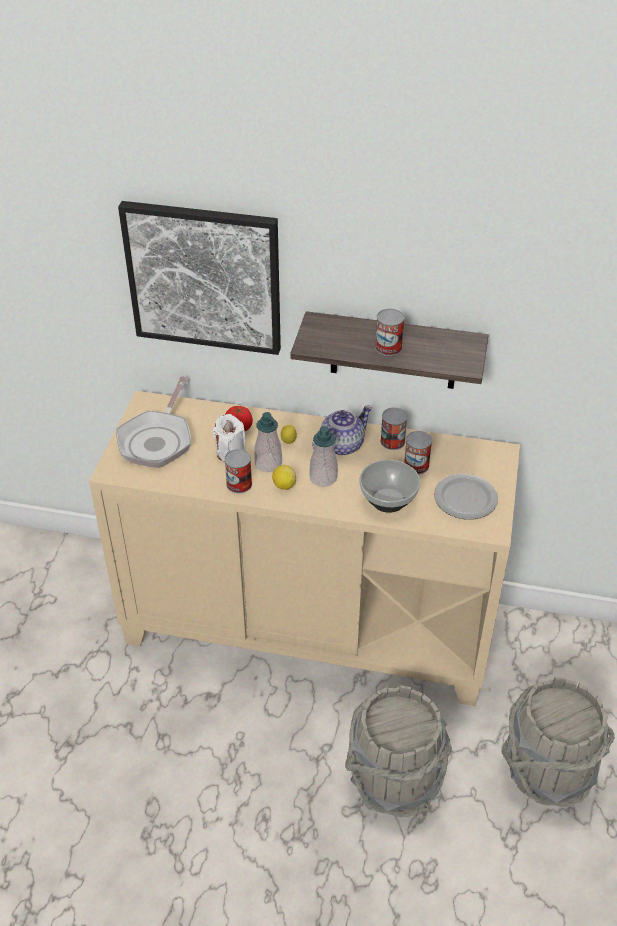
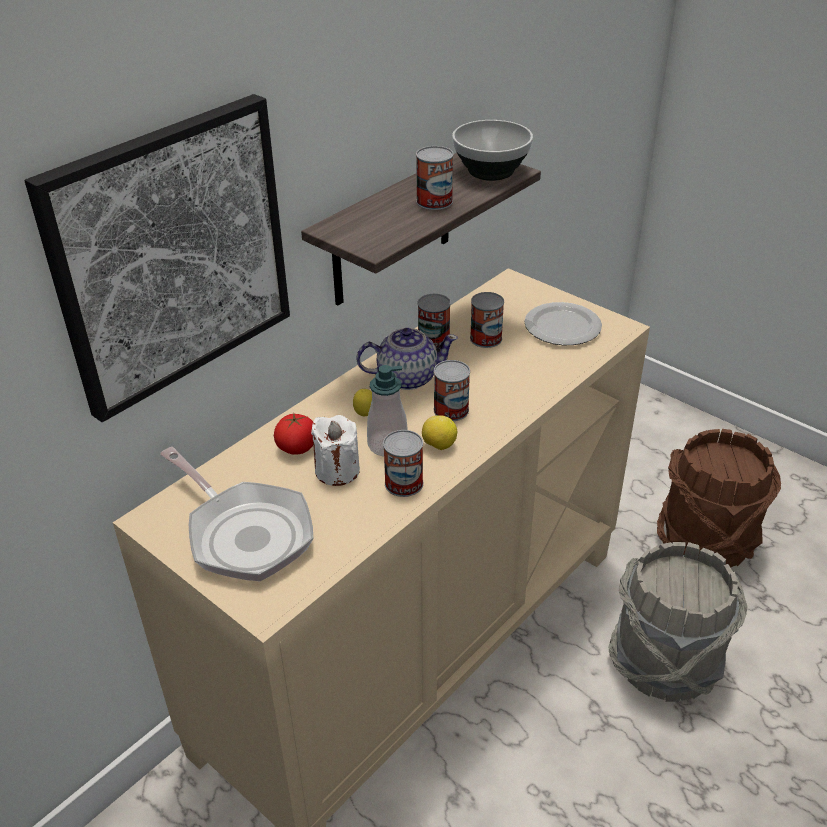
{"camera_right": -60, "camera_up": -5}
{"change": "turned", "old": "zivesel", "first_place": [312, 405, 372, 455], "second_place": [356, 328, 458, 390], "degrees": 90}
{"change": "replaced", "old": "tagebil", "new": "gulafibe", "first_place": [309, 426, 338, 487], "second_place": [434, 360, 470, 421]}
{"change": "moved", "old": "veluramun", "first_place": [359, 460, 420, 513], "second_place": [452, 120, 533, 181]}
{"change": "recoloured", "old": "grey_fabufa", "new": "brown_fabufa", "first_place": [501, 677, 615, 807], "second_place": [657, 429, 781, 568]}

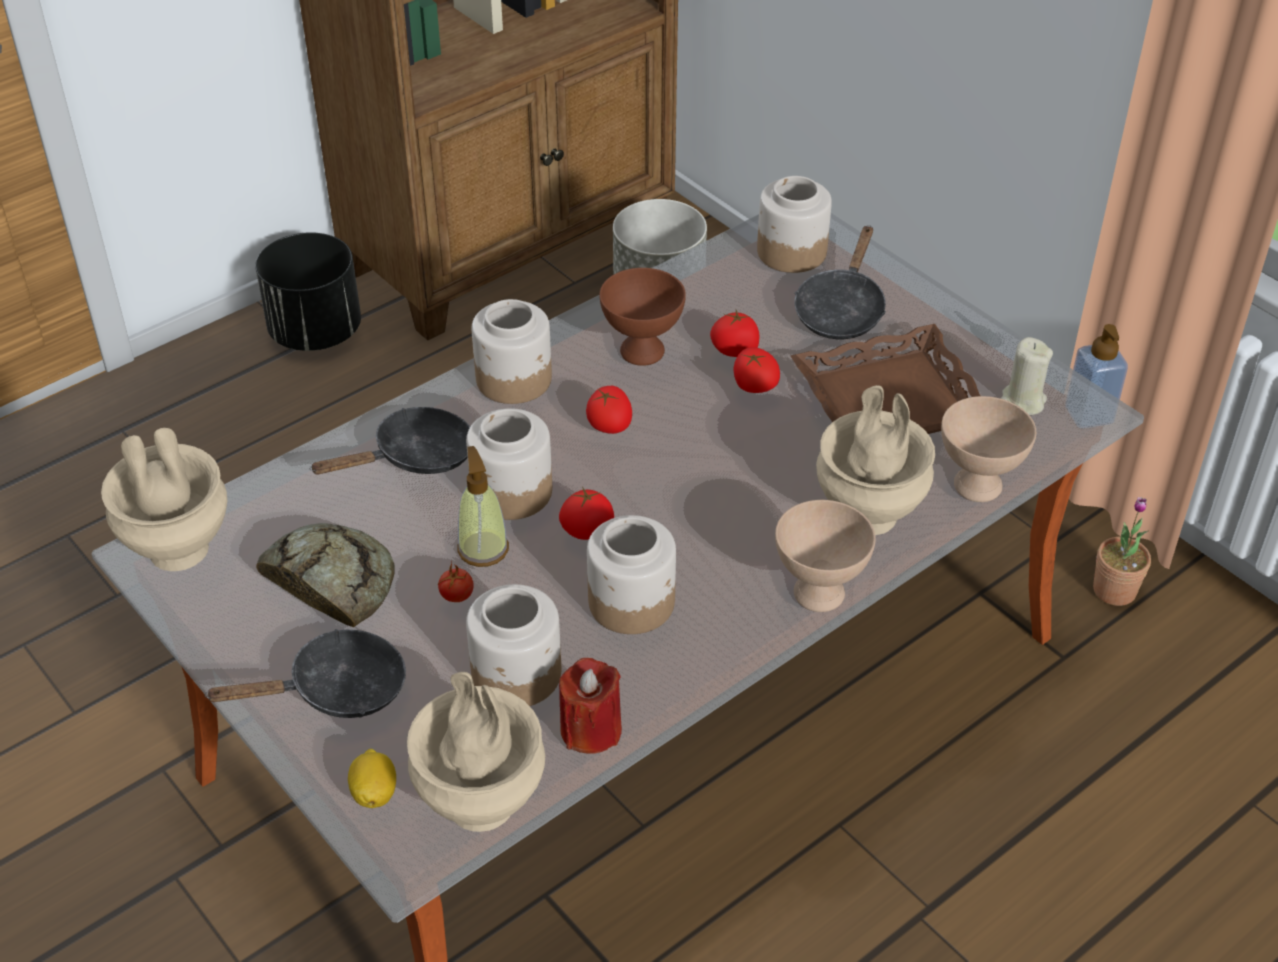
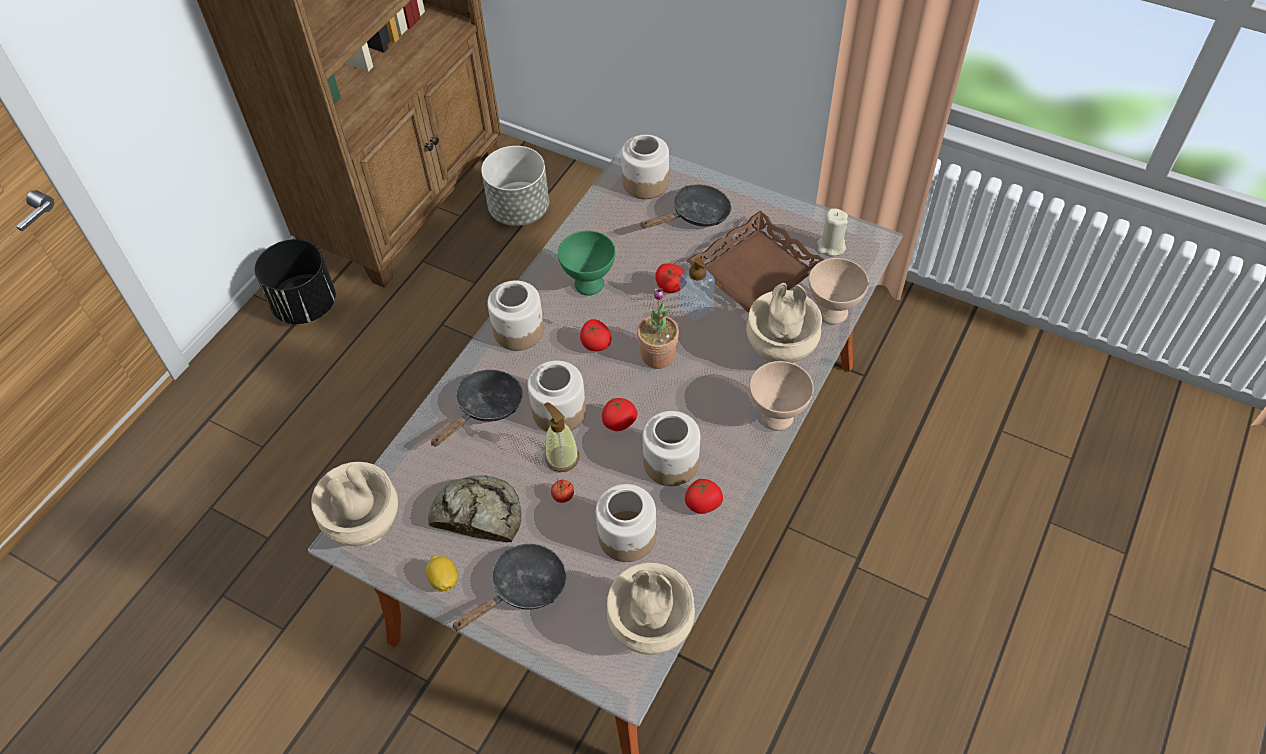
{"camera_right": -20, "camera_up": 10}
{"change": "turned", "old": "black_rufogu", "first_place": [794, 225, 886, 339], "second_place": [641, 184, 732, 229], "degrees": -120}
{"change": "recoloured", "old": "brown_veluramun", "new": "green_veluramun", "first_place": [599, 268, 686, 366], "second_place": [558, 230, 615, 295]}
{"change": "moved", "old": "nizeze", "first_place": [710, 310, 759, 357], "second_place": [685, 479, 723, 514]}
{"change": "moved", "old": "tagebil", "first_place": [1065, 324, 1128, 428], "second_place": [680, 257, 715, 321]}
{"change": "moved", "old": "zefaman", "first_place": [1093, 497, 1151, 606], "second_place": [637, 288, 679, 369]}
{"change": "removed", "old": "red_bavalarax", "first_place": [559, 658, 622, 754]}
{"change": "moved", "old": "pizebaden", "first_place": [348, 749, 396, 808], "second_place": [426, 555, 458, 591]}

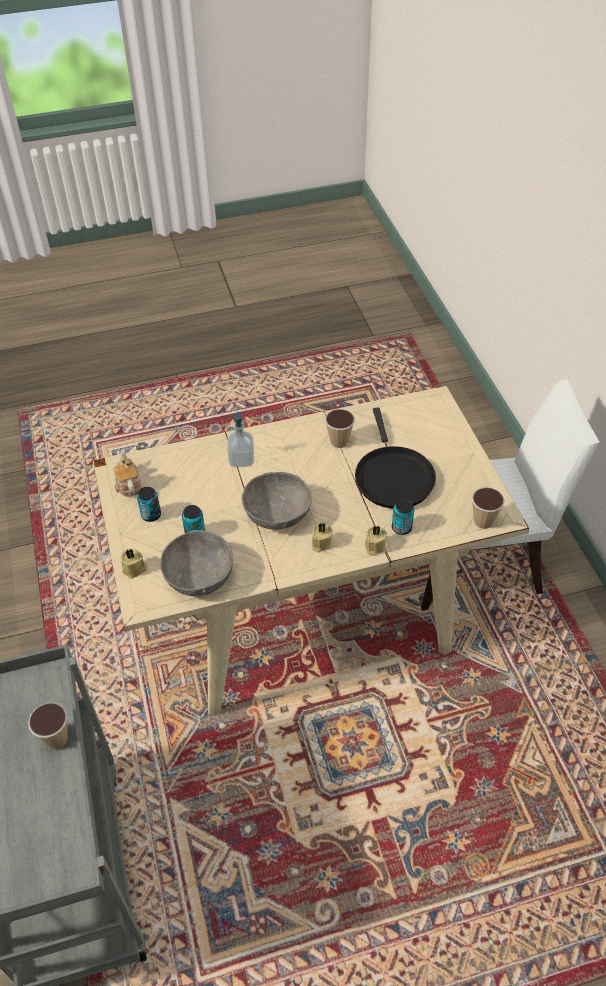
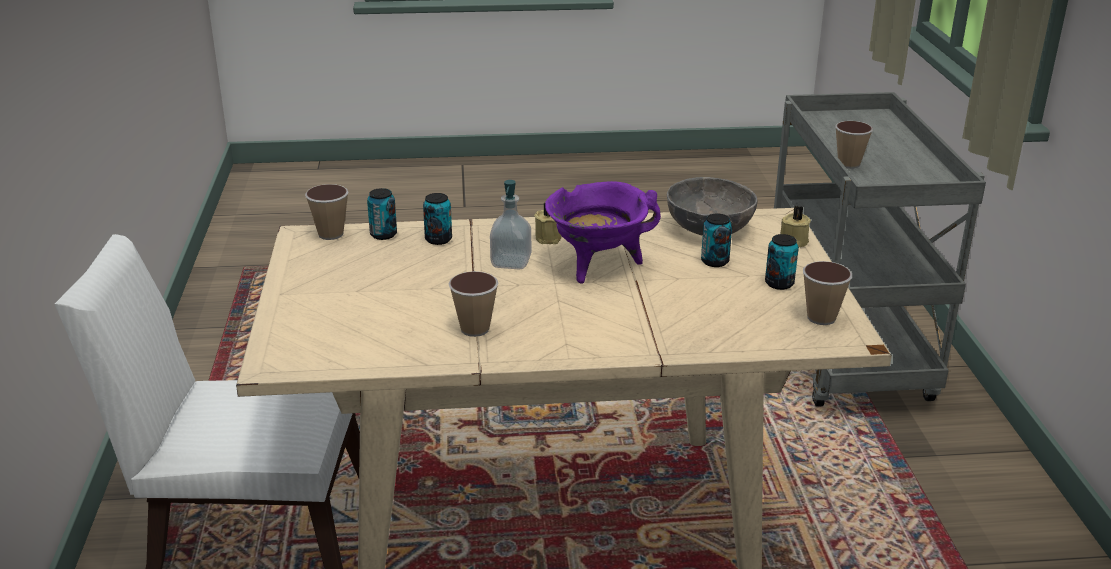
{"camera_right": -170, "camera_up": -20}
{"change": "removed", "old": "black_rufogu", "first_place": [355, 408, 436, 509]}
{"change": "moved", "old": "tagebil", "first_place": [227, 412, 254, 467], "second_place": [490, 180, 531, 270]}
{"change": "replaced", "old": "zivesel", "new": "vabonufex", "first_place": [113, 449, 142, 497], "second_place": [803, 261, 852, 325]}
{"change": "replaced", "old": "grey_veluramun", "new": "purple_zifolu", "first_place": [242, 472, 312, 530], "second_place": [545, 181, 661, 284]}
{"change": "removed", "old": "beige_bavalarax", "first_place": [365, 525, 387, 556]}
{"change": "added", "new": "gulafibe", "second_place": [367, 188, 397, 240]}

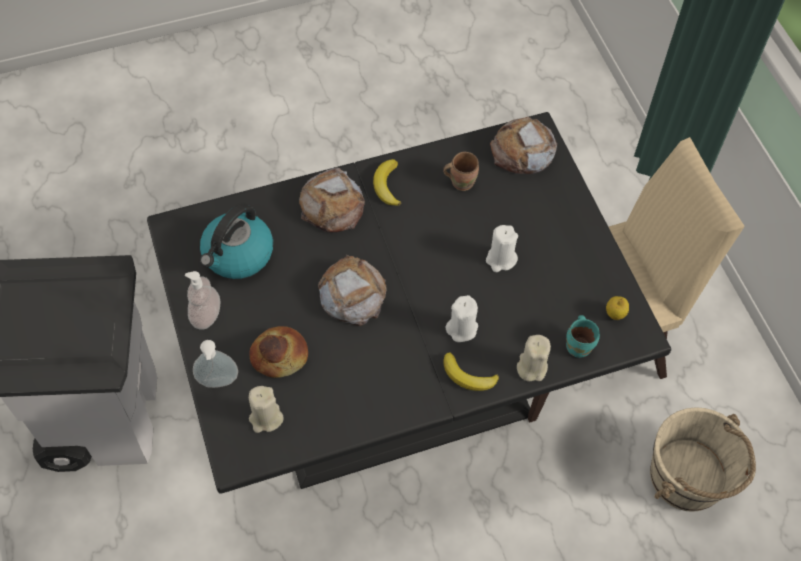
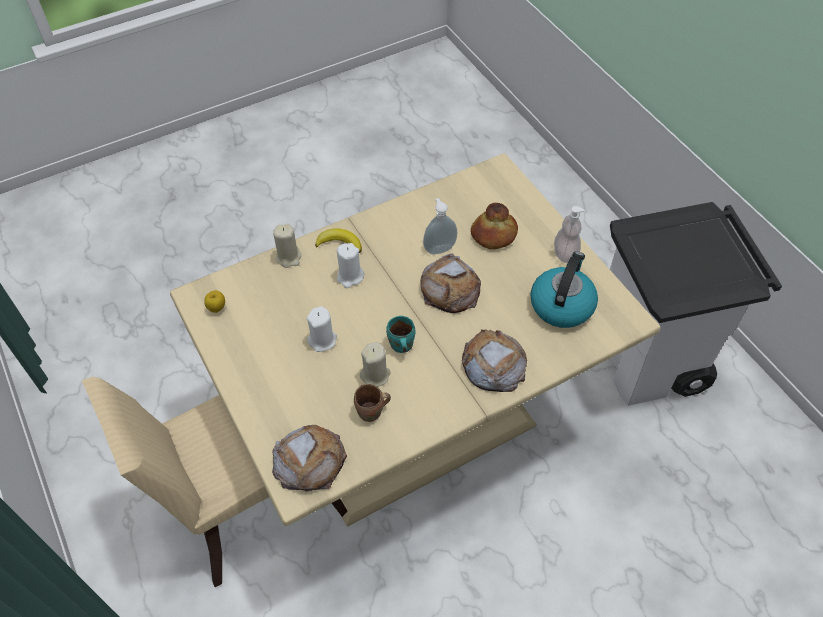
{"camera_right": 170, "camera_up": -5}
{"change": "recoloured", "old": "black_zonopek", "new": "beige_zonopek", "first_place": [147, 112, 671, 493], "second_place": [170, 153, 661, 527]}
{"change": "removed", "old": "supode", "first_place": [373, 159, 401, 206]}
{"change": "moved", "old": "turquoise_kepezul", "first_place": [566, 315, 600, 358], "second_place": [386, 316, 416, 353]}
{"change": "moved", "old": "tagebil", "first_place": [193, 340, 238, 388], "second_place": [423, 198, 457, 254]}
{"change": "moved", "old": "beige_bavalarax", "first_place": [249, 386, 284, 433], "second_place": [360, 342, 390, 387]}
{"change": "removed", "old": "beige_fabufa", "first_place": [650, 407, 756, 512]}

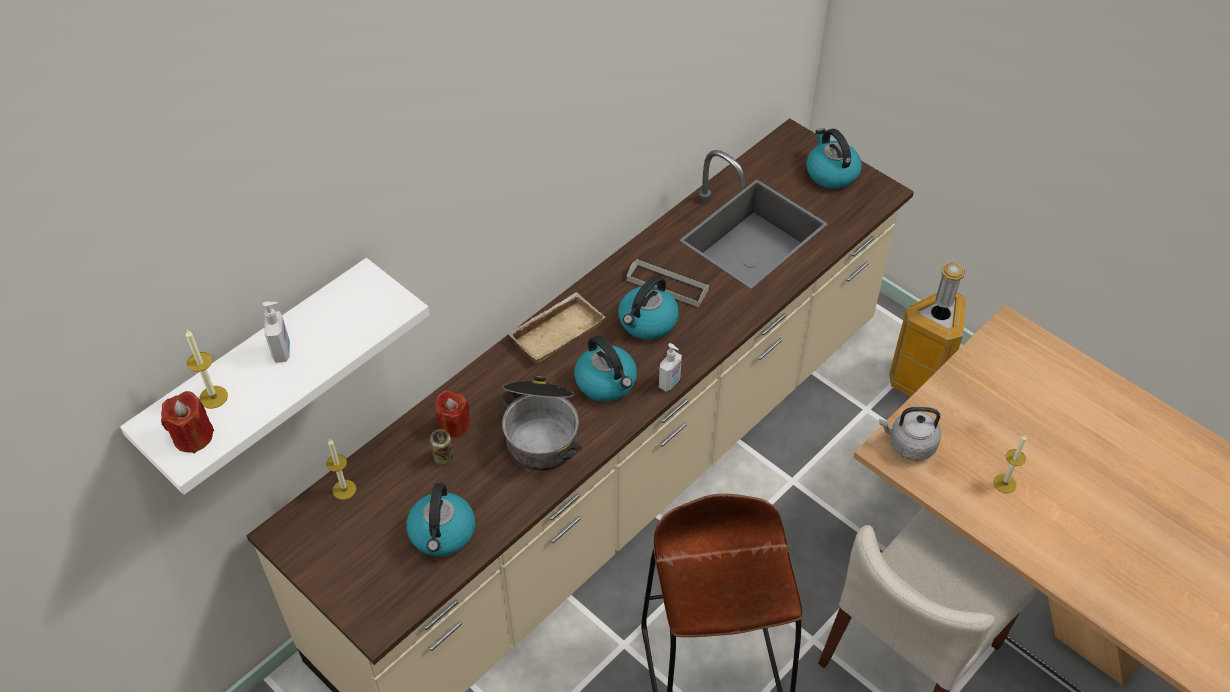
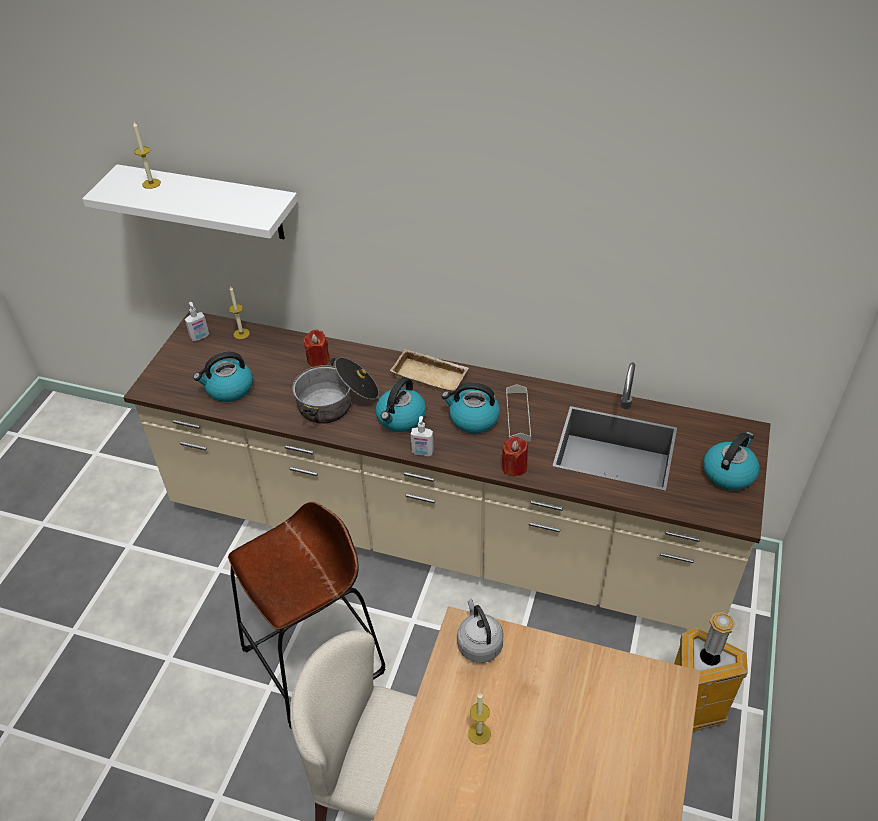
{"camera_right": 65, "camera_up": -5}
{"change": "moved", "old": "tagebil", "first_place": [263, 302, 290, 363], "second_place": [185, 302, 209, 341]}
{"change": "moved", "old": "red_bavalarax", "first_place": [161, 391, 214, 453], "second_place": [502, 436, 529, 476]}
{"change": "removed", "old": "gulafibe", "first_place": [430, 429, 453, 465]}

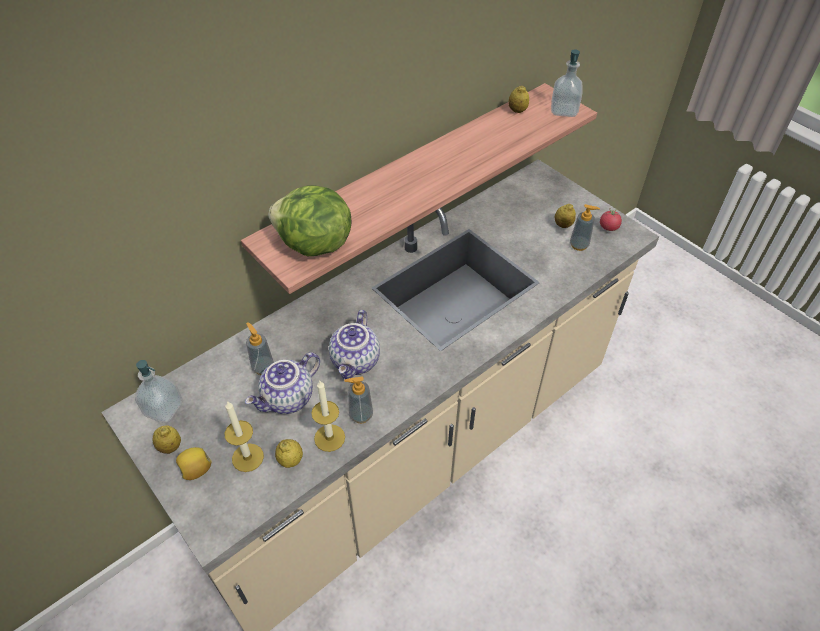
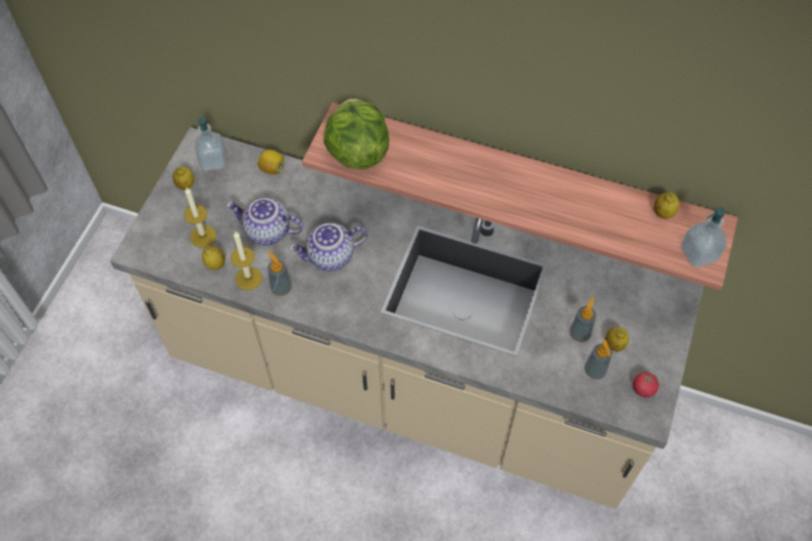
{"camera_right": 60, "camera_up": 10}
{"change": "moved", "old": "tagebil", "first_place": [246, 322, 274, 375], "second_place": [569, 297, 596, 342]}
{"change": "moved", "old": "pizebaden", "first_place": [176, 447, 212, 480], "second_place": [258, 149, 284, 174]}

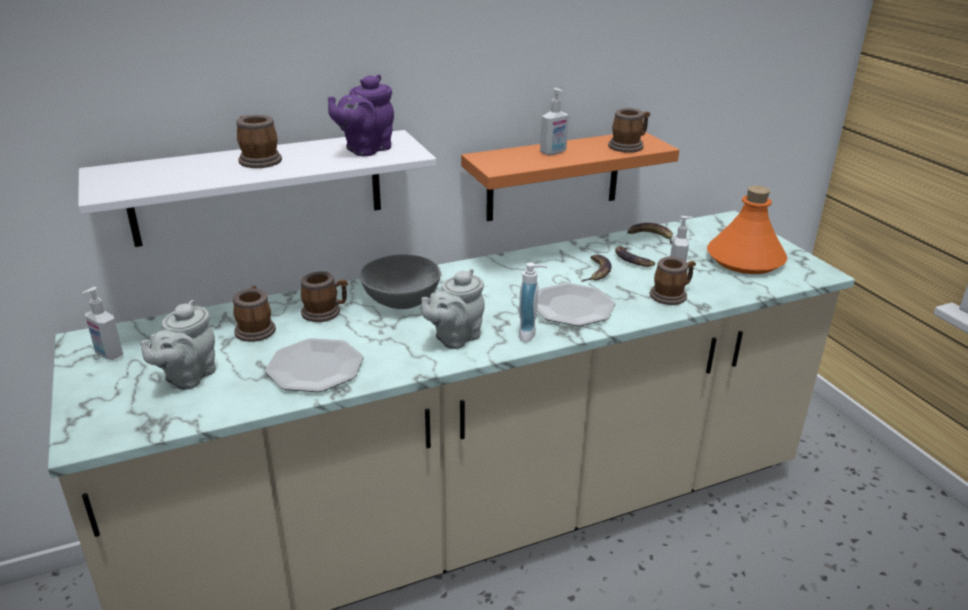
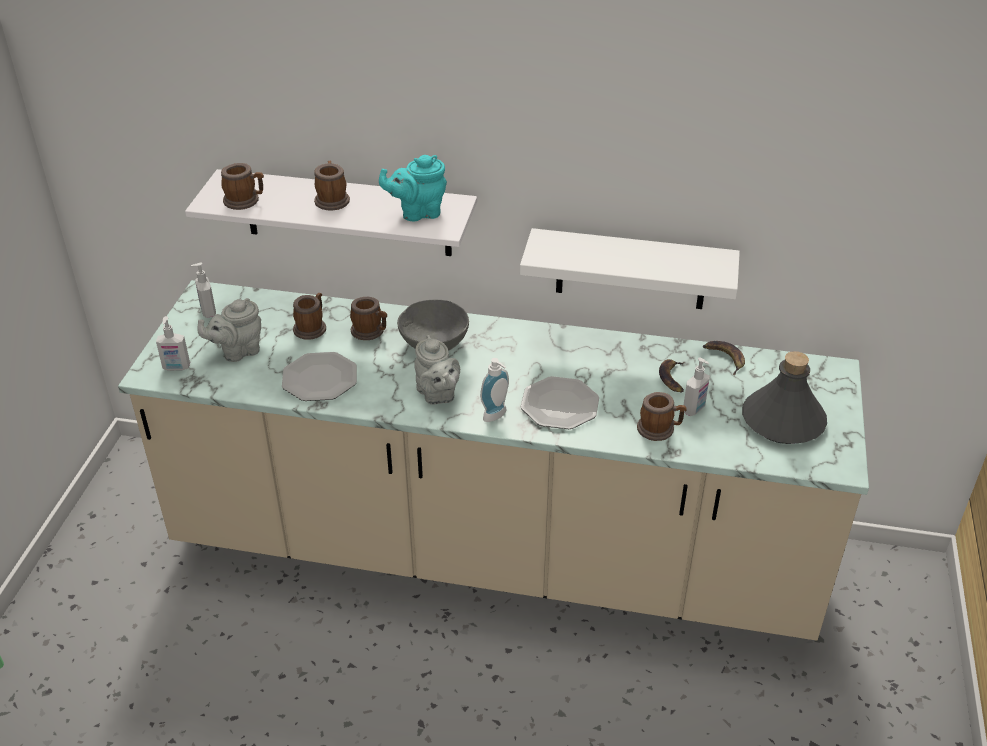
{"camera_right": 35, "camera_up": 10}
{"change": "recoloured", "old": "purple_zivesel", "new": "turquoise_zivesel", "first_place": [328, 74, 394, 156], "second_place": [379, 155, 447, 221]}
{"change": "moved", "old": "tagebil", "first_place": [540, 88, 569, 155], "second_place": [156, 316, 190, 371]}
{"change": "moved", "old": "kepezul", "first_place": [608, 108, 650, 153], "second_place": [221, 163, 264, 210]}
{"change": "recoloured", "old": "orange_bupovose", "new": "white_bupovose", "first_place": [461, 132, 679, 221], "second_place": [520, 228, 740, 309]}
{"change": "recoloured", "old": "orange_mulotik", "new": "grey_mulotik", "first_place": [707, 186, 787, 274], "second_place": [742, 351, 827, 444]}
{"change": "removed", "old": "supode", "first_place": [581, 255, 612, 282]}
{"change": "turned", "old": "grey_zivesel", "first_place": [421, 269, 485, 349], "second_place": [414, 335, 460, 405], "degrees": -105}

